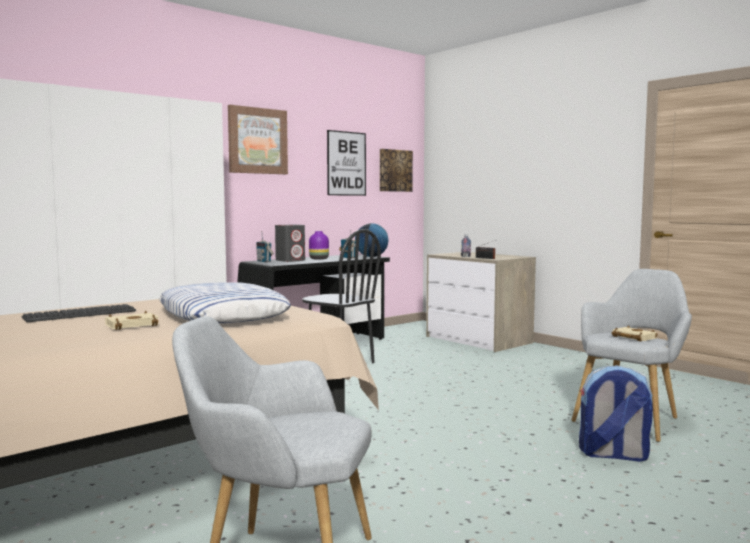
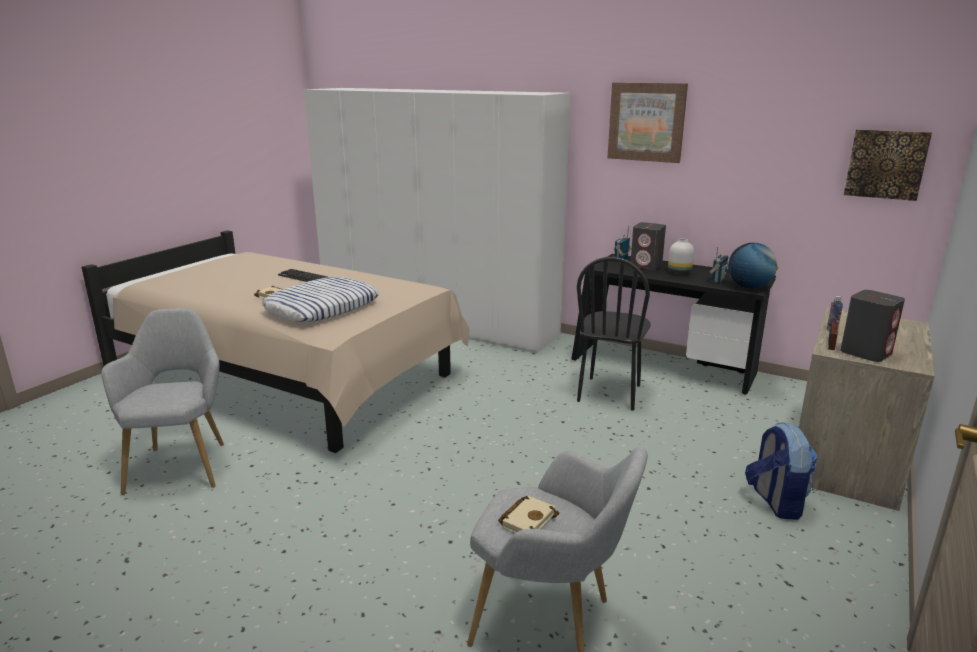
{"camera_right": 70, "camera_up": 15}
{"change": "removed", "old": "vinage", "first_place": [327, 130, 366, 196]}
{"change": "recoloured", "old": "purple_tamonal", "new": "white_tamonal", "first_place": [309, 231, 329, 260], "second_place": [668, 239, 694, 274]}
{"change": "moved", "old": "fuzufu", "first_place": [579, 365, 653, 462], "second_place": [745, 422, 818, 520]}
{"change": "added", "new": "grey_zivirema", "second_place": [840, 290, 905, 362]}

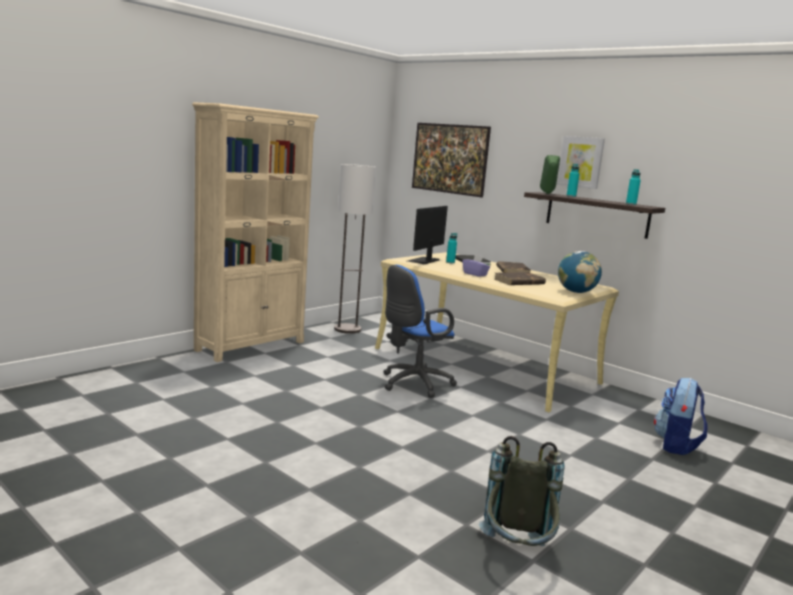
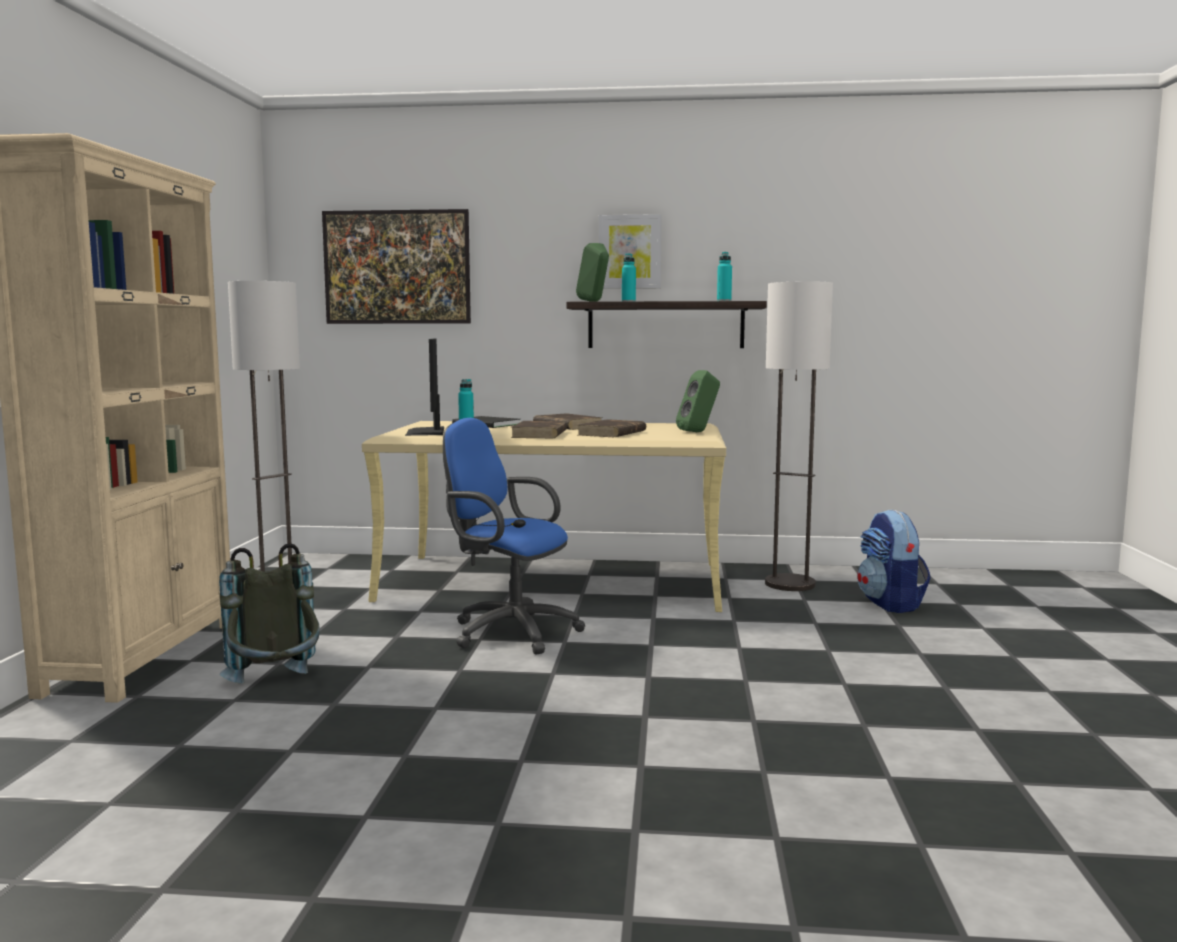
{"camera_right": -35, "camera_up": -5}
{"change": "replaced", "old": "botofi", "new": "green_zivirema", "first_place": [558, 251, 602, 293], "second_place": [676, 370, 720, 432]}
{"change": "replaced", "old": "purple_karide", "new": "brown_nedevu", "first_place": [462, 255, 490, 277], "second_place": [511, 421, 567, 438]}
{"change": "turned", "old": "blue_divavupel", "first_place": [383, 265, 457, 398], "second_place": [443, 418, 585, 654], "degrees": 105}
{"change": "moved", "old": "grey_fuzufu", "first_place": [479, 436, 565, 546], "second_place": [219, 543, 320, 683]}
{"change": "added", "new": "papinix", "second_place": [765, 281, 833, 591]}

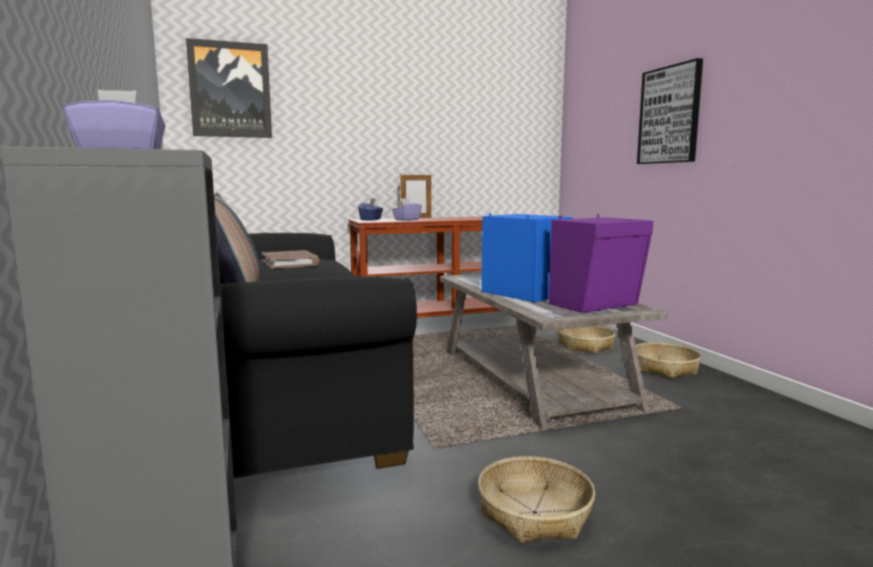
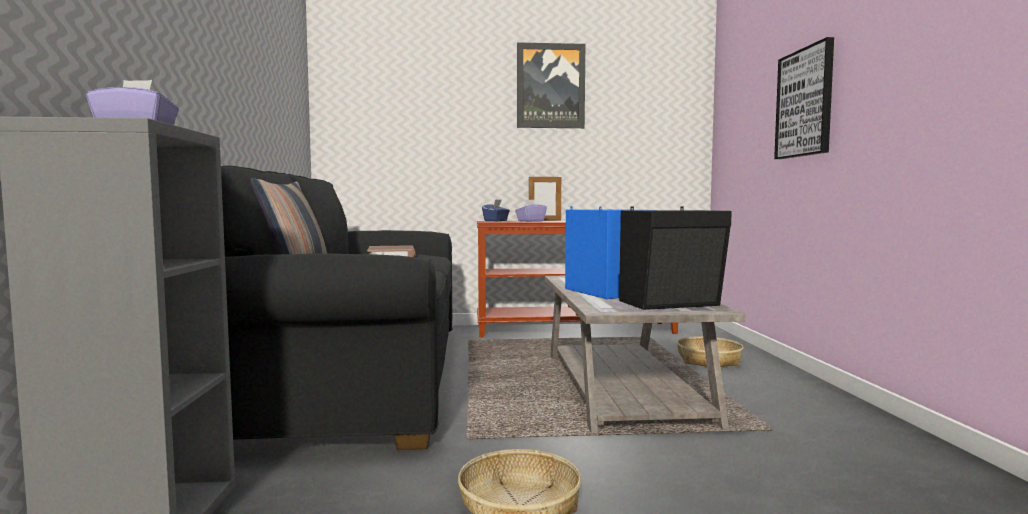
{"camera_right": 15, "camera_up": -5}
{"change": "moved", "old": "vinage", "first_place": [186, 38, 272, 138], "second_place": [517, 42, 585, 128]}
{"change": "recoloured", "old": "purple_zivirema", "new": "black_zivirema", "first_place": [549, 214, 653, 313], "second_place": [619, 206, 732, 310]}
{"change": "removed", "old": "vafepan", "first_place": [636, 342, 702, 378]}

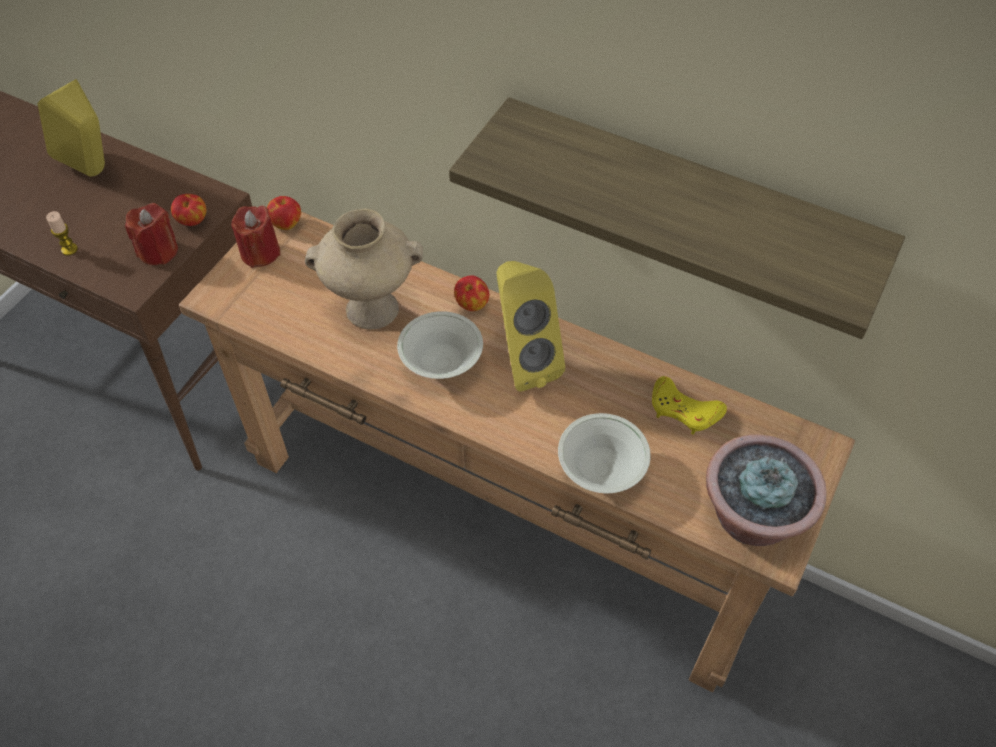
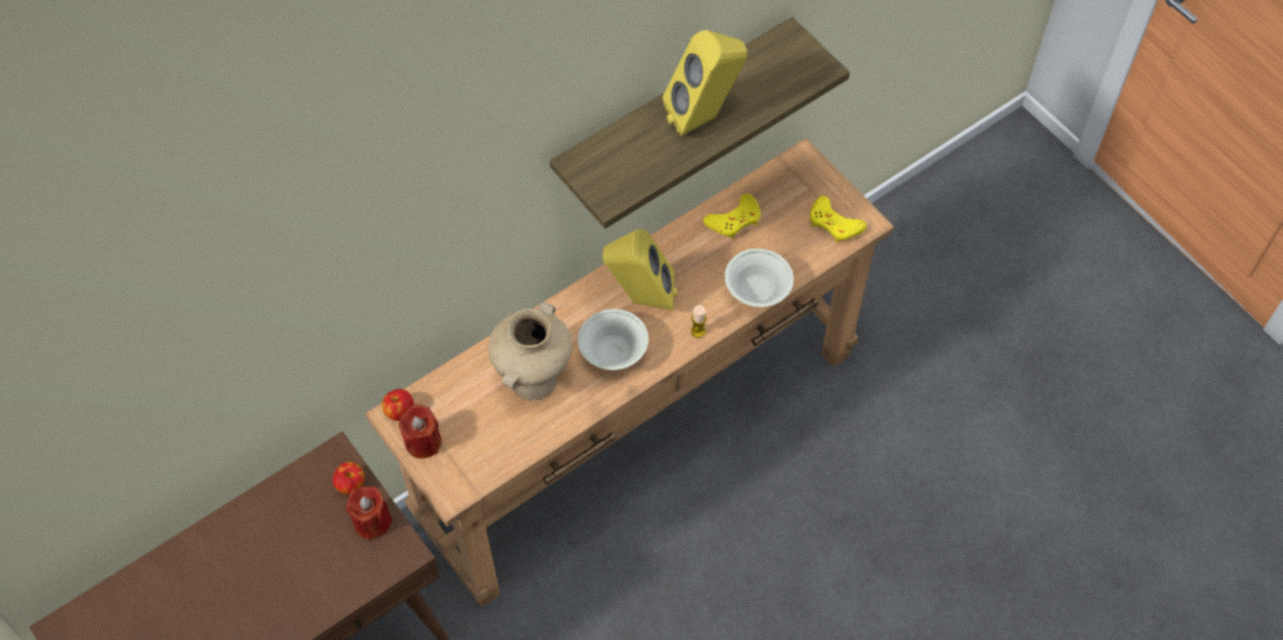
{"camera_right": -65, "camera_up": 5}
{"change": "moved", "old": "yellow_zivirema", "first_place": [37, 79, 105, 177], "second_place": [663, 30, 747, 136]}
{"change": "moved", "old": "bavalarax", "first_place": [46, 211, 78, 256], "second_place": [691, 305, 707, 338]}
{"change": "removed", "old": "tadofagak", "first_place": [454, 275, 489, 311]}
{"change": "replaced", "old": "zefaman", "new": "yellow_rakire", "first_place": [706, 434, 827, 546], "second_place": [810, 196, 867, 243]}

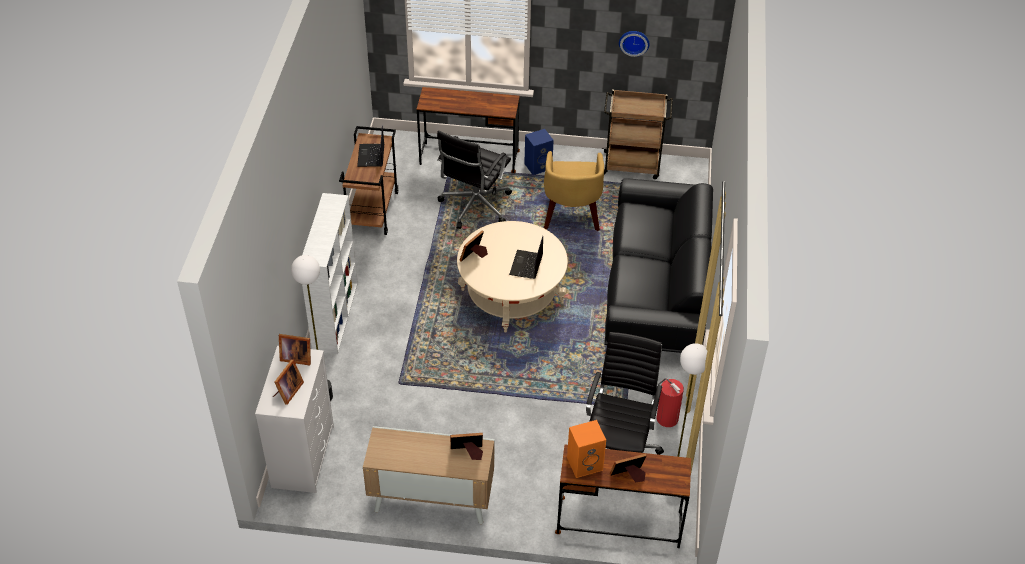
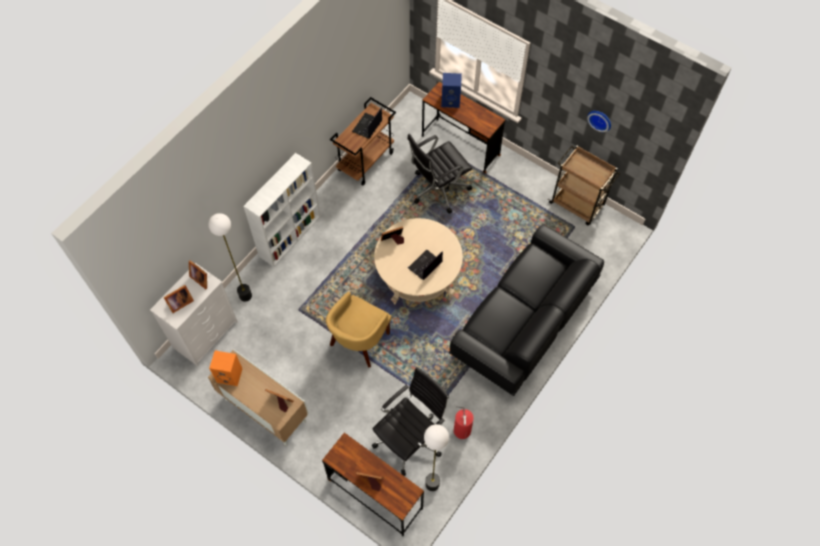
{"camera_right": 30, "camera_up": 15}
{"change": "moved", "old": "blue_zivirema", "first_place": [524, 129, 554, 175], "second_place": [441, 73, 462, 108]}
{"change": "moved", "old": "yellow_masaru", "first_place": [544, 151, 604, 231], "second_place": [326, 292, 392, 368]}
{"change": "moved", "old": "orange_zivirema", "first_place": [567, 420, 606, 478], "second_place": [209, 350, 242, 386]}

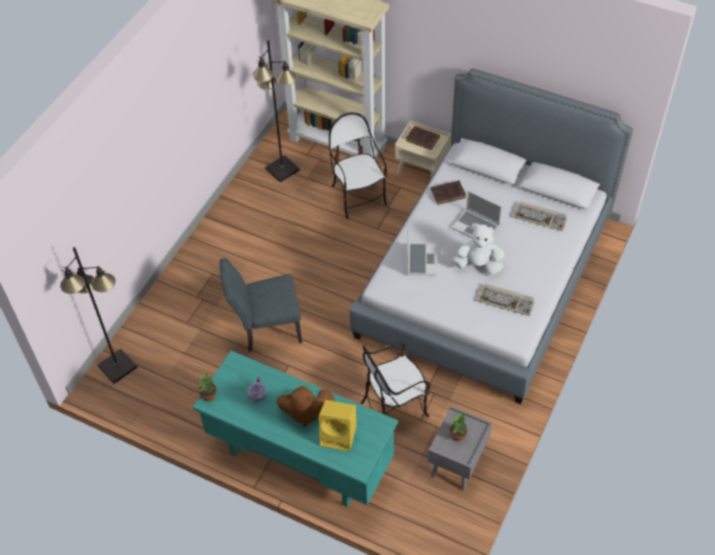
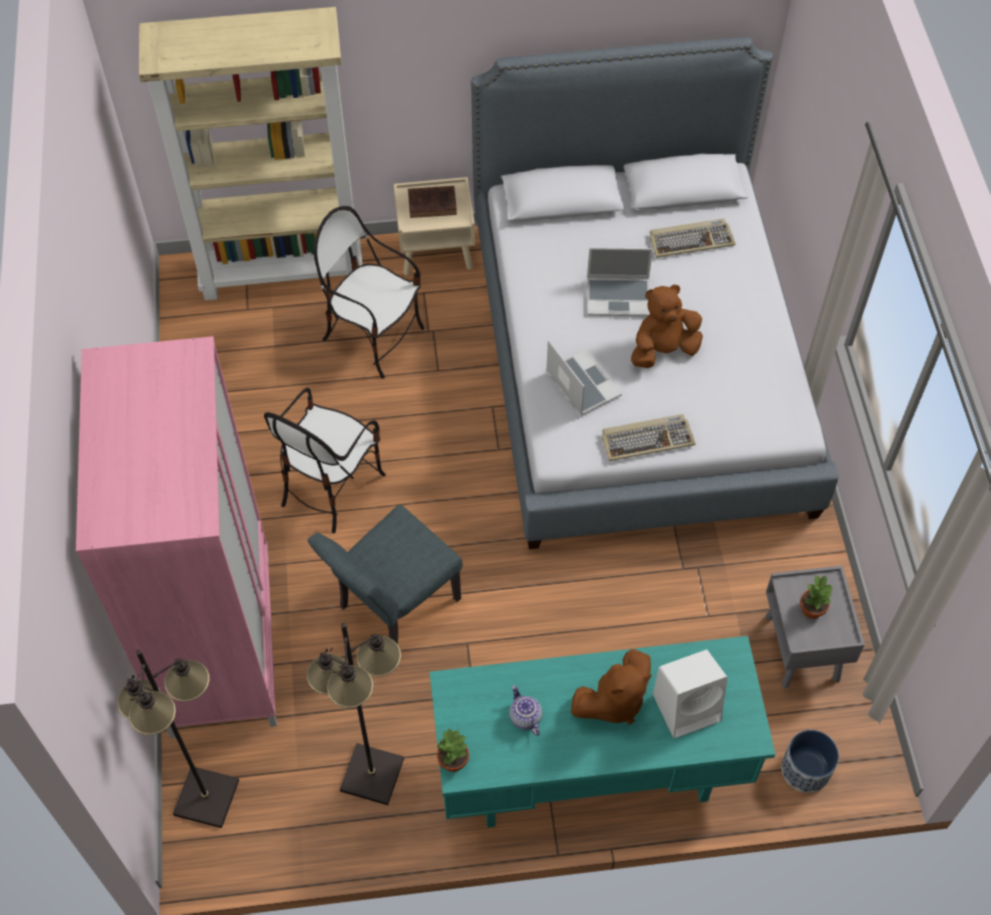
{"camera_right": -35, "camera_up": 5}
{"change": "moved", "old": "black_papinix", "first_place": [252, 40, 300, 182], "second_place": [307, 623, 404, 805]}
{"change": "removed", "old": "brown_nedevu", "first_place": [431, 180, 466, 205]}
{"change": "recoloured", "old": "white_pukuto", "new": "brown_pukuto", "first_place": [452, 223, 504, 275], "second_place": [631, 284, 703, 368]}
{"change": "moved", "old": "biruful", "first_place": [477, 284, 535, 316], "second_place": [602, 414, 695, 461]}
{"change": "moved", "old": "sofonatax", "first_place": [361, 343, 430, 417], "second_place": [264, 388, 386, 533]}
{"change": "recoloured", "old": "yellow_zivirema", "new": "white_zivirema", "first_place": [319, 400, 357, 452], "second_place": [653, 650, 728, 739]}
{"change": "added", "new": "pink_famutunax", "second_place": [76, 336, 277, 738]}
{"change": "added", "new": "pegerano", "second_place": [781, 730, 839, 793]}

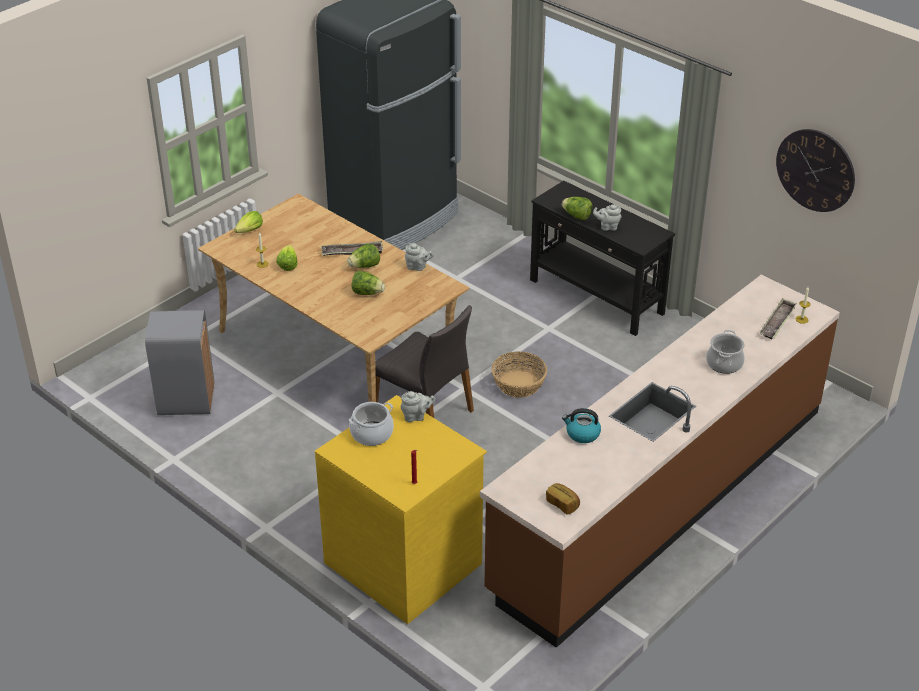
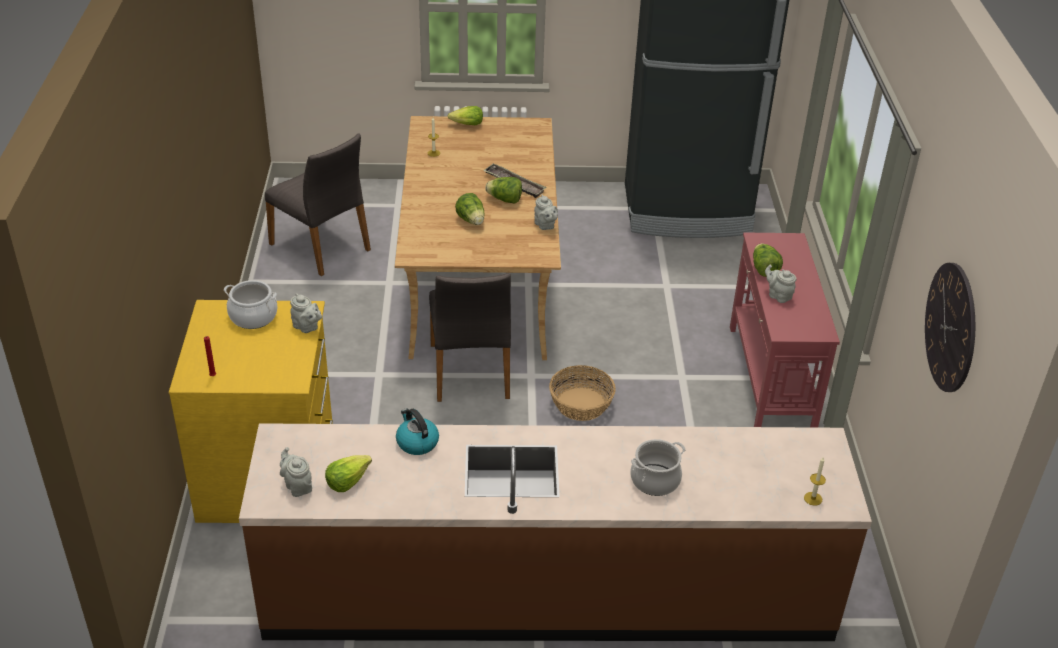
{"camera_right": 45, "camera_up": 0}
{"change": "recoloured", "old": "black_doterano", "new": "red_doterano", "first_place": [530, 181, 675, 336], "second_place": [730, 233, 840, 428]}
{"change": "moved", "old": "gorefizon", "first_place": [276, 245, 298, 271], "second_place": [325, 455, 372, 492]}
{"change": "removed", "old": "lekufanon", "first_place": [759, 298, 797, 339]}
{"change": "replaced", "old": "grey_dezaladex", "new": "grey_sofonatax", "first_place": [145, 310, 215, 415], "second_place": [265, 134, 371, 276]}
{"change": "replaced", "old": "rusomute", "new": "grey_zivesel", "first_place": [546, 483, 580, 515], "second_place": [280, 447, 312, 497]}

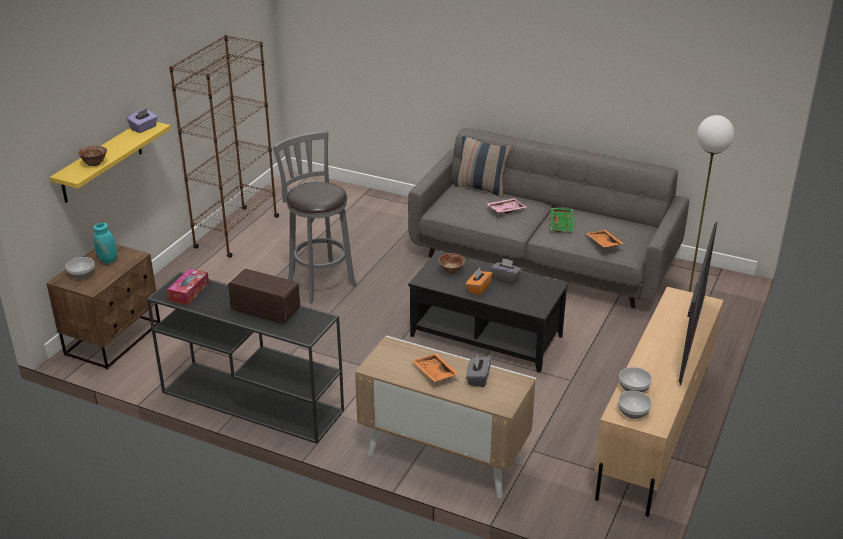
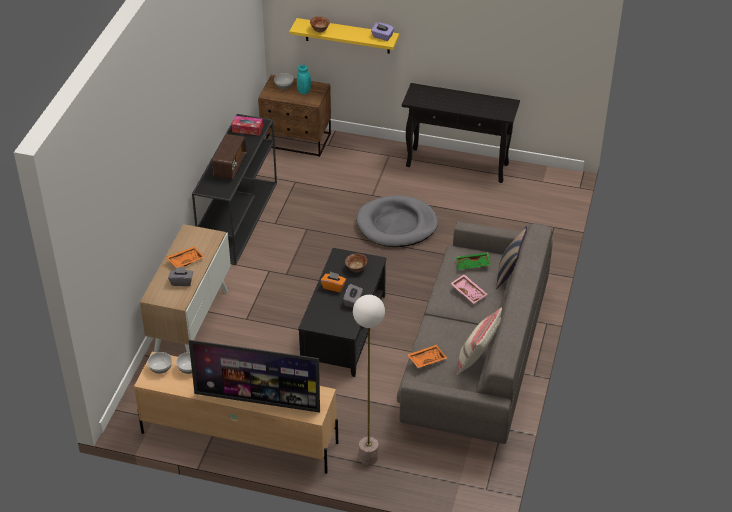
{"camera_right": 80, "camera_up": 10}
{"change": "replaced", "old": "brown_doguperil", "new": "black_doterano", "first_place": [169, 35, 279, 258], "second_place": [402, 83, 520, 183]}
{"change": "replaced", "old": "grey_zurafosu", "new": "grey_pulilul", "first_place": [273, 131, 357, 304], "second_place": [356, 195, 438, 247]}
{"change": "moved", "old": "green_lekufanon", "first_place": [551, 208, 573, 232], "second_place": [456, 252, 491, 270]}
{"change": "added", "new": "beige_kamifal", "second_place": [456, 307, 502, 375]}

